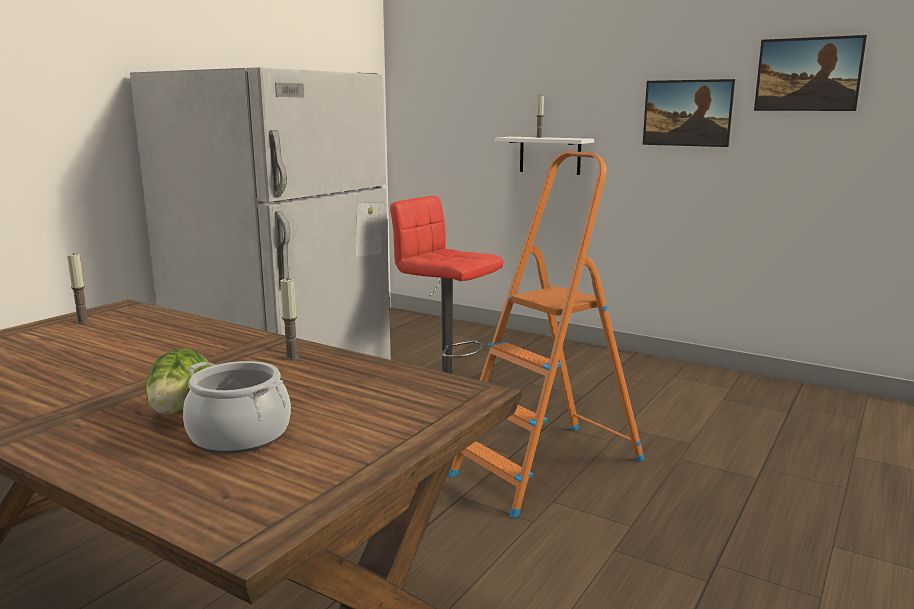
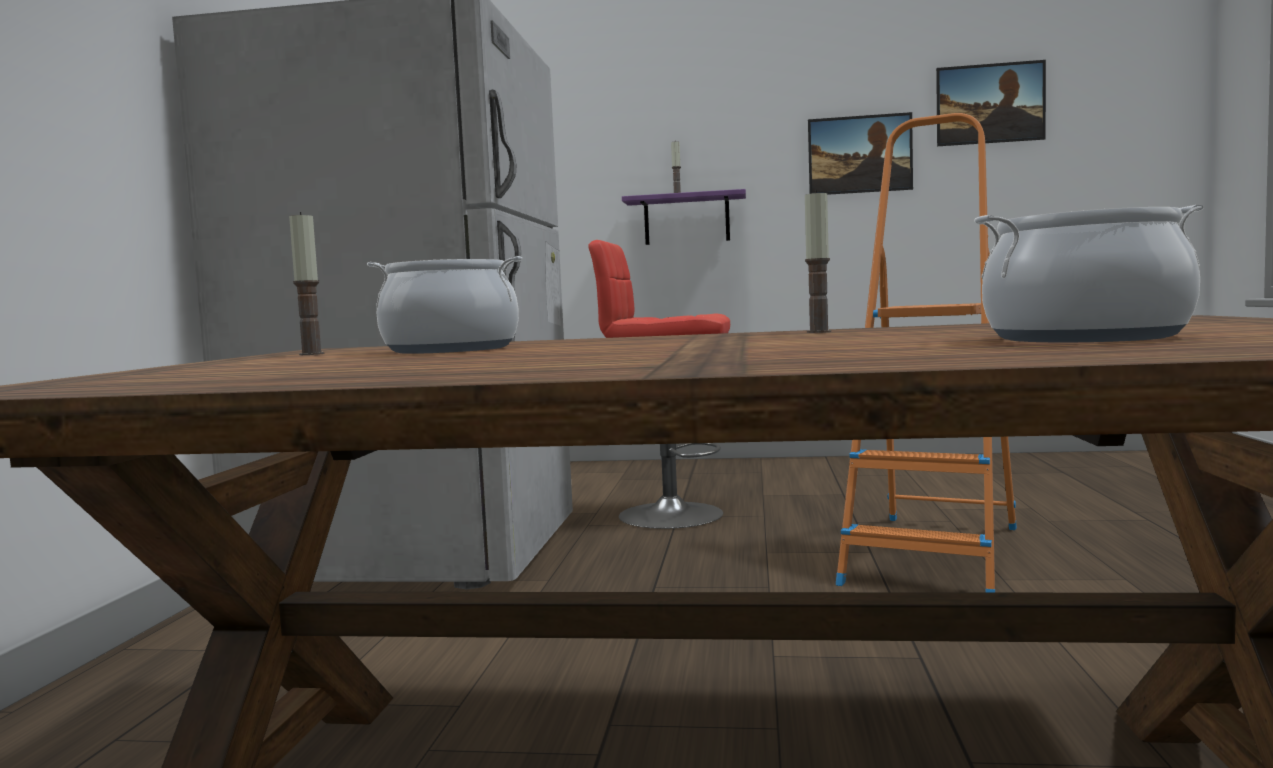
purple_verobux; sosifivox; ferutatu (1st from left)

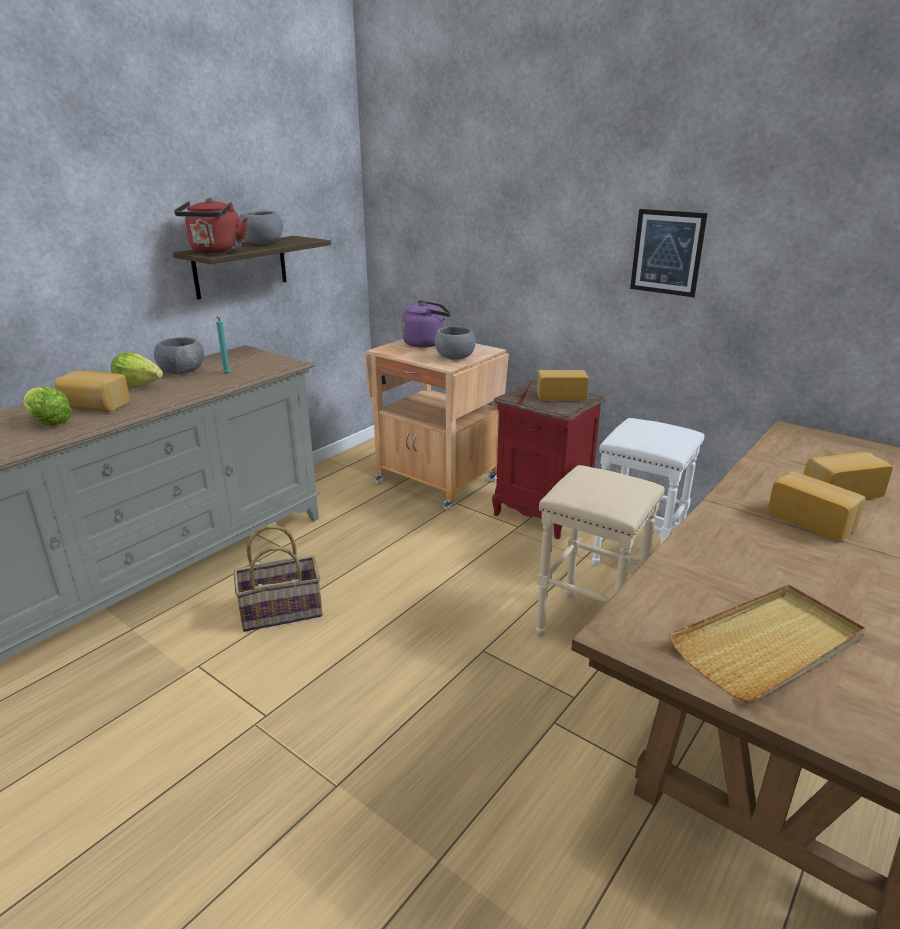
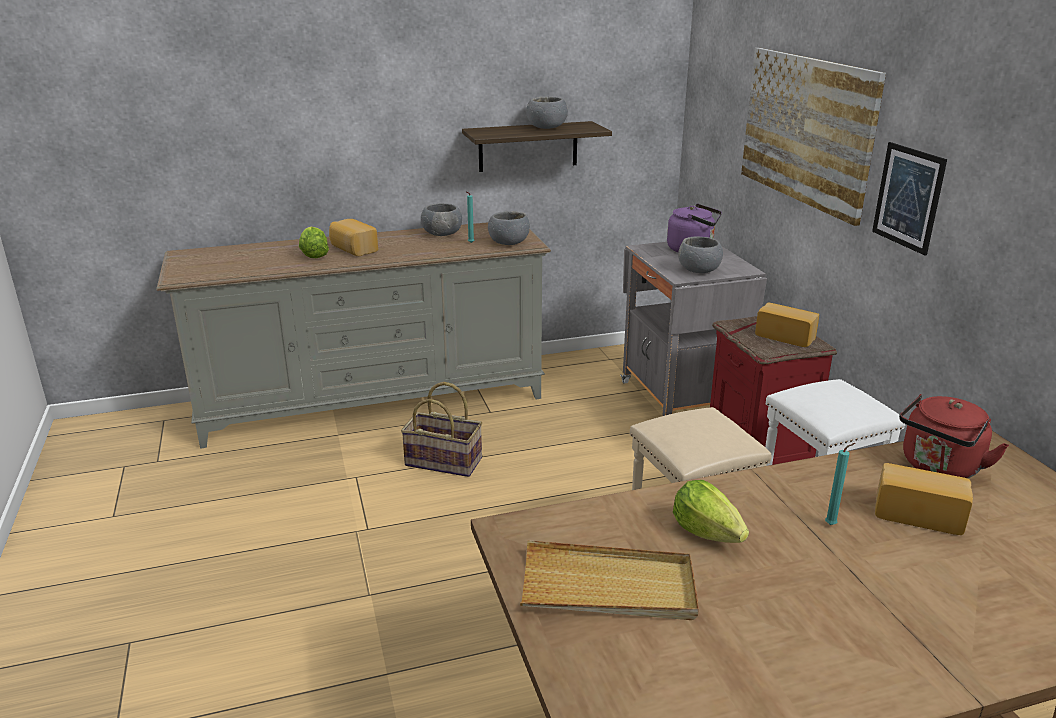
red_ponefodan; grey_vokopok; sosifivox (2nd from left); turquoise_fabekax (2nd from left); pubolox (1st from left); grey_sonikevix (2nd from left)

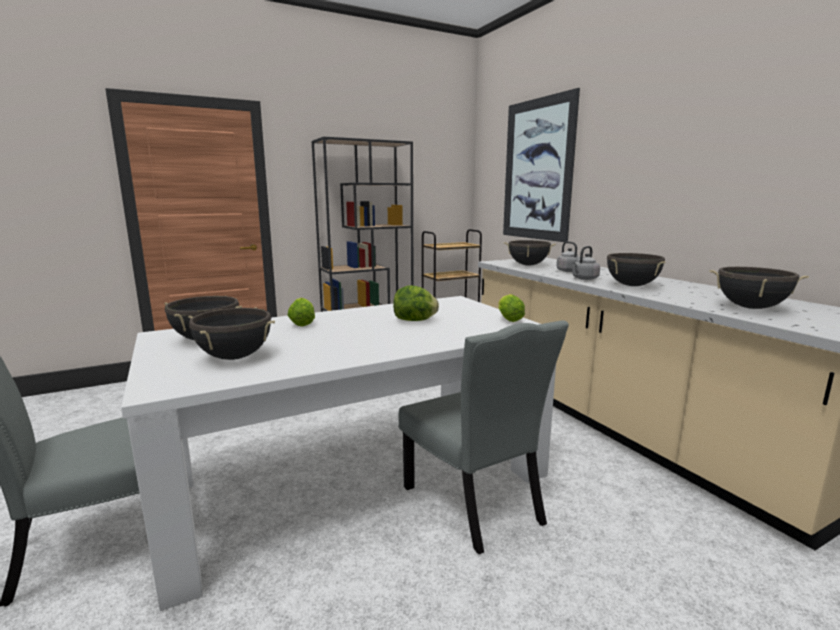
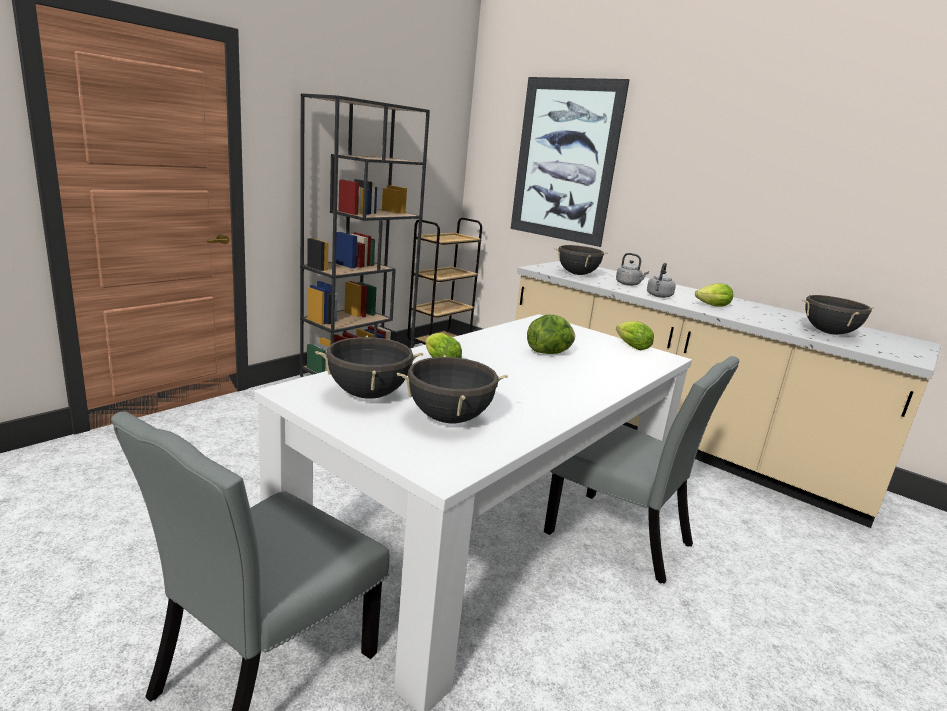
sosifivox (4th from left)

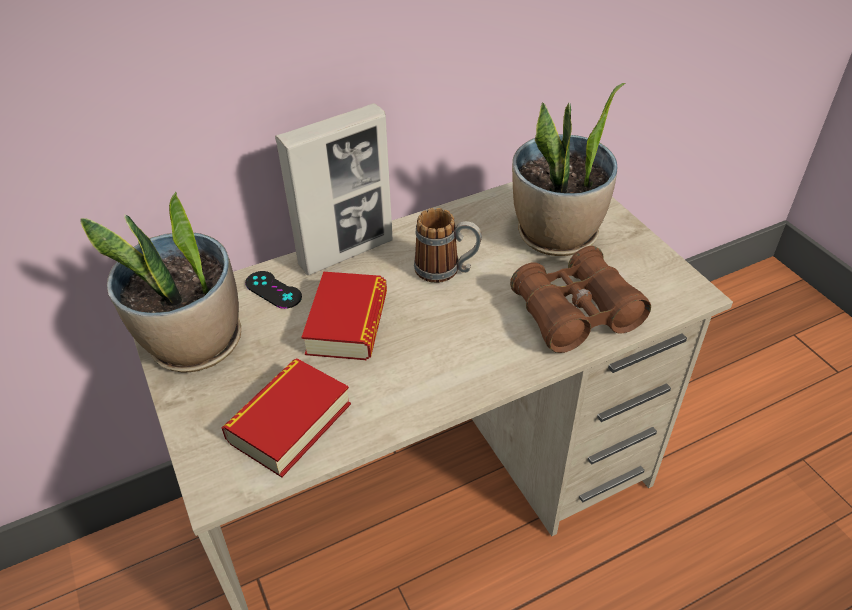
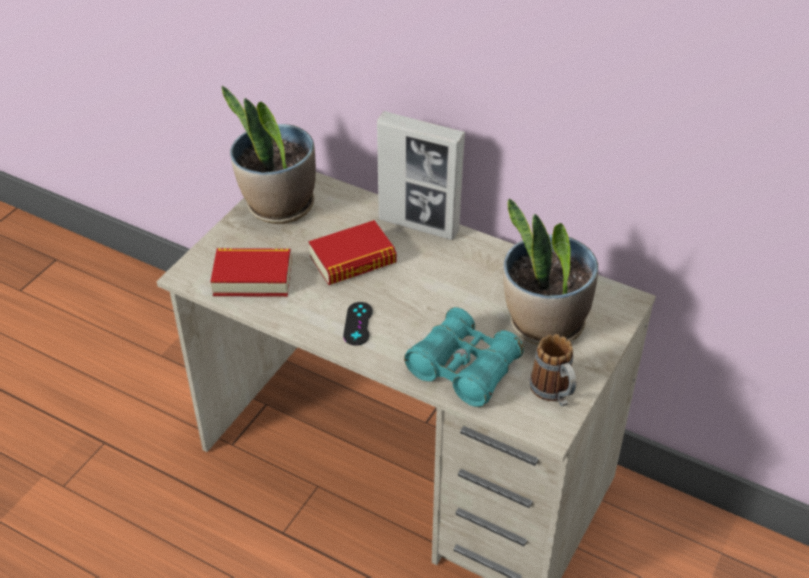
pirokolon; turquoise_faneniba; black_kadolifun

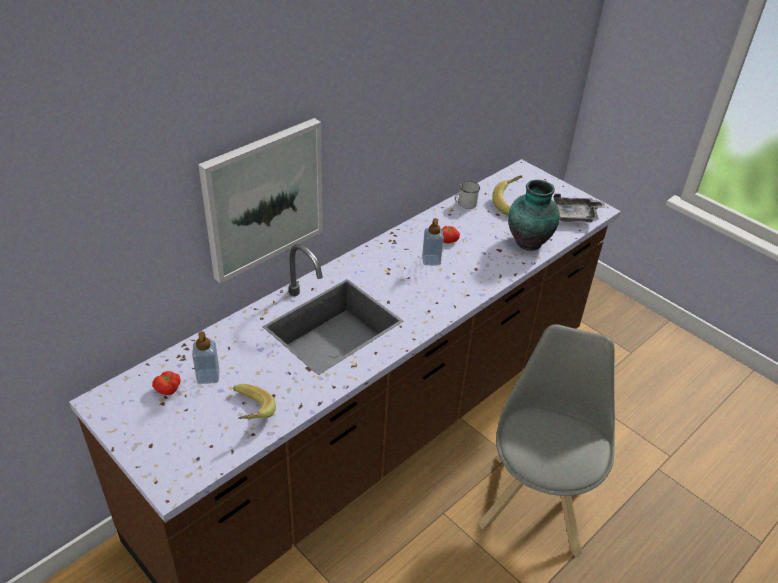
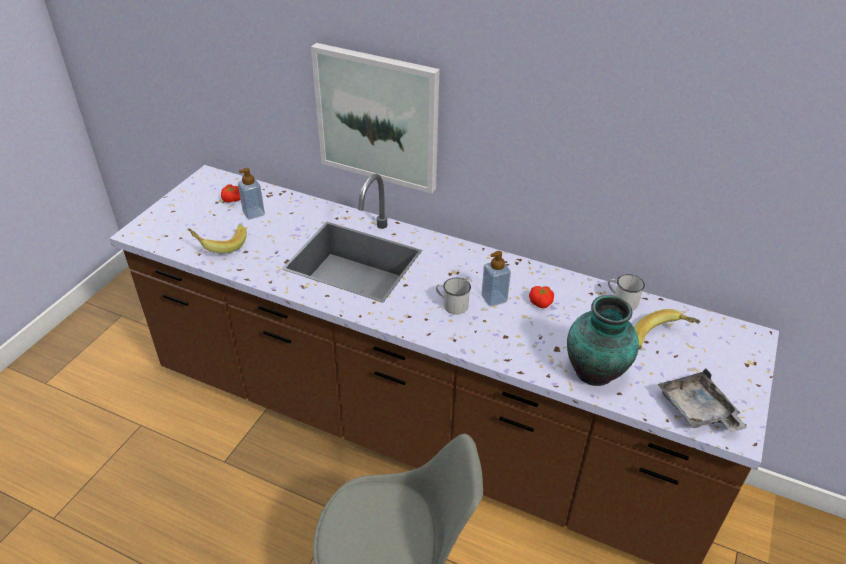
white_pirokolon (1st from left)

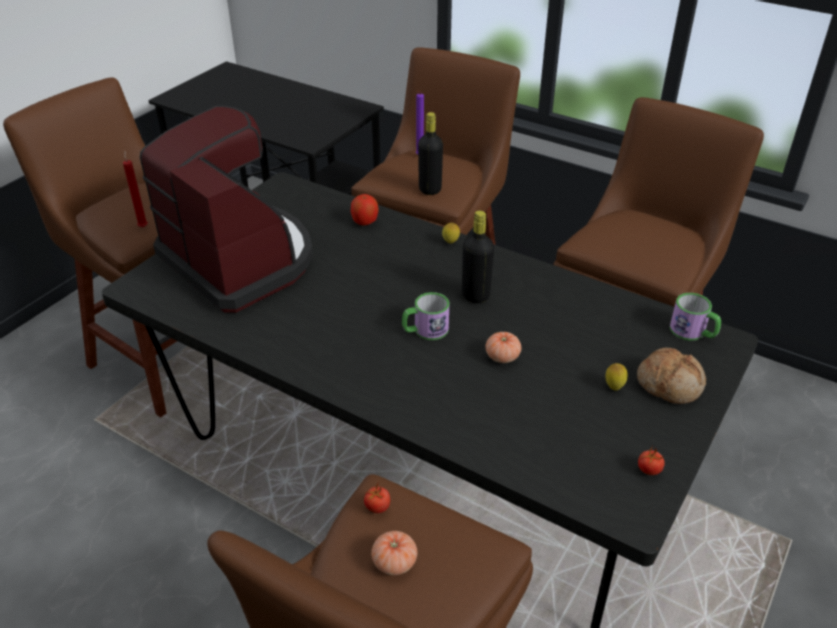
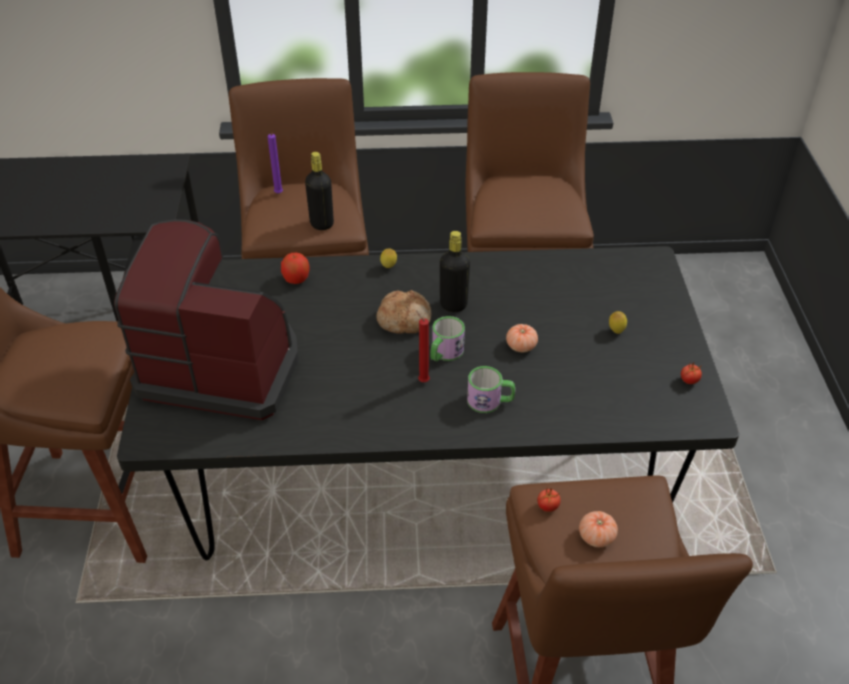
red_fabekax; pirokolon (2nd from left); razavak

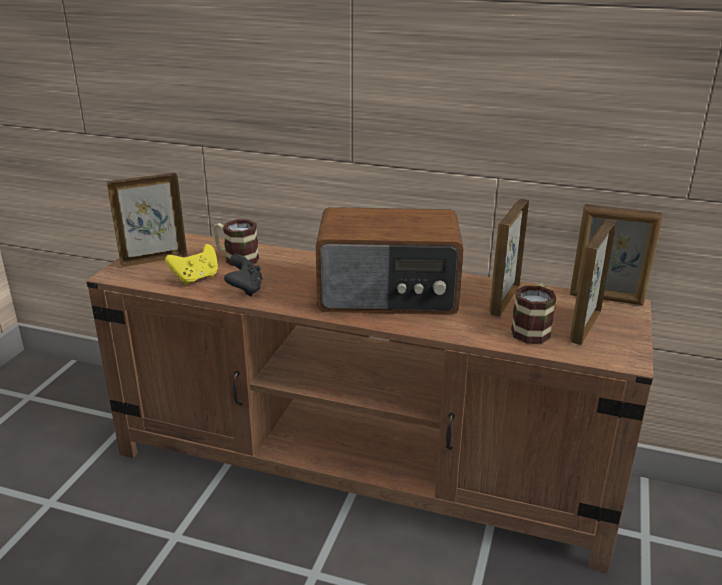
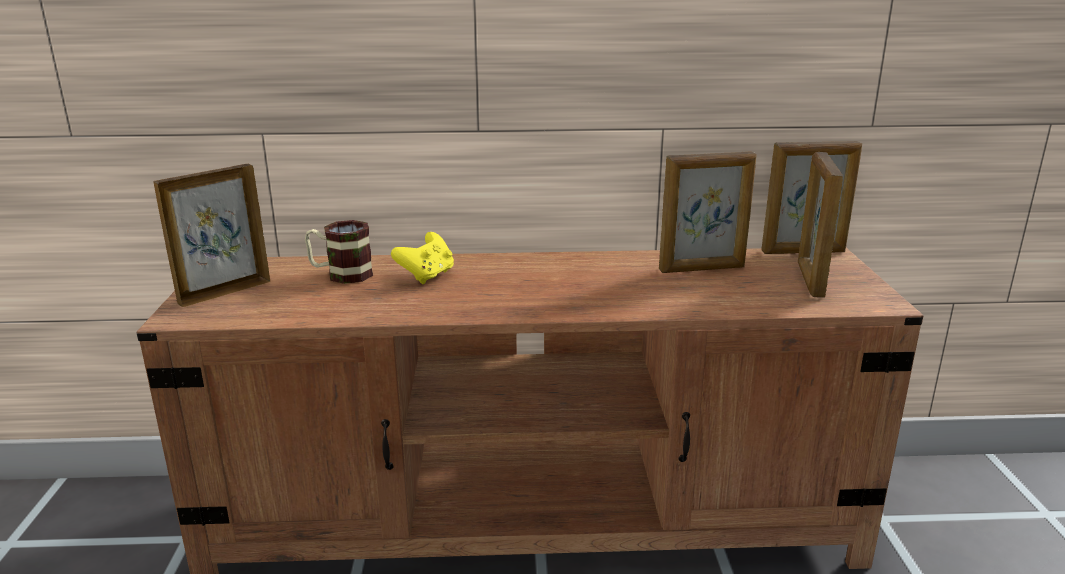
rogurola (2nd from left); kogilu; yellow_kadolifun; black_kadolifun; pirokolon (2nd from left in the first image)

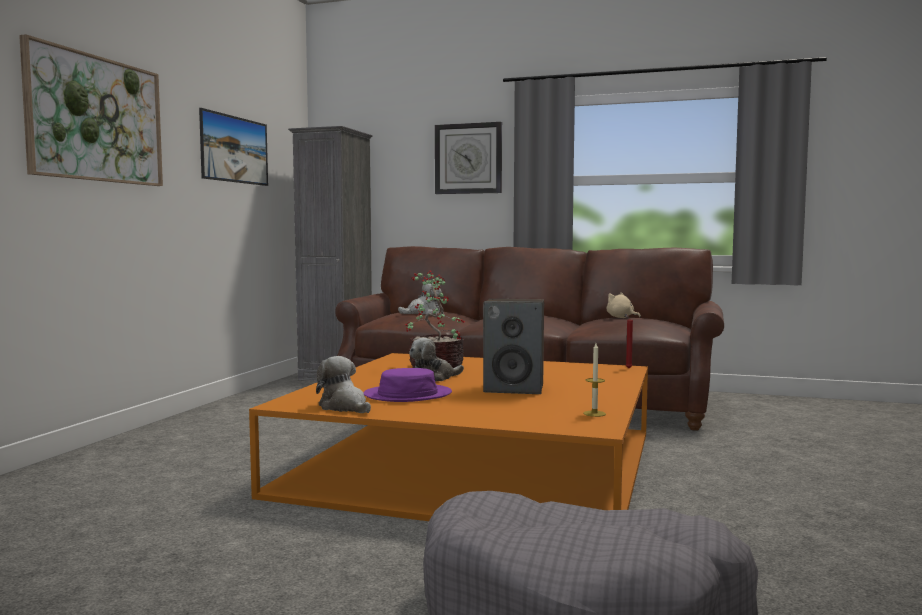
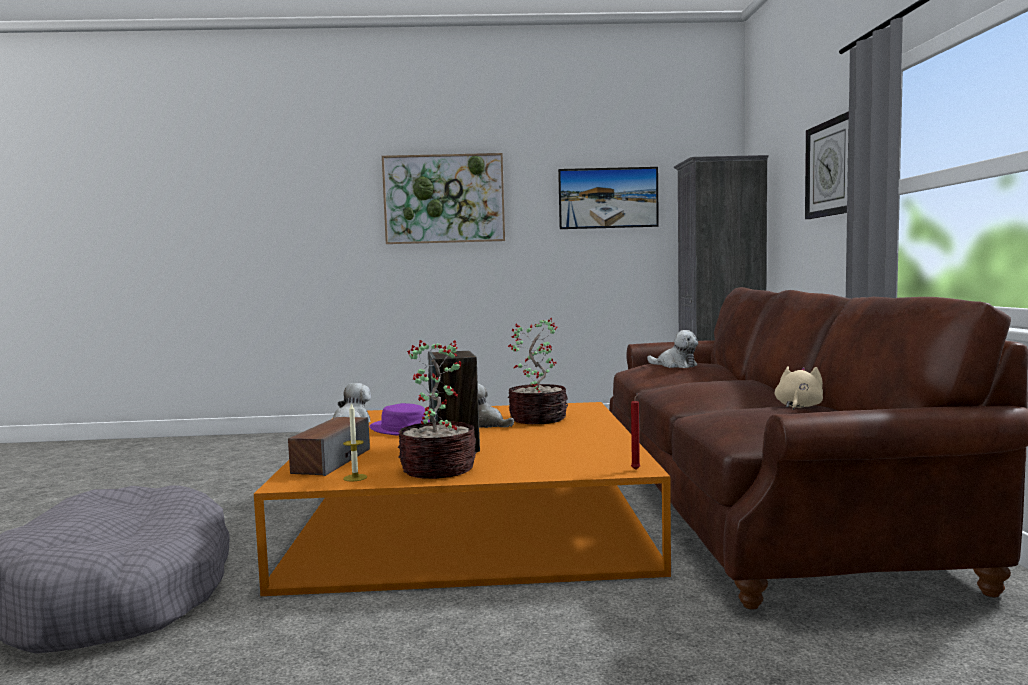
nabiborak (1st from left); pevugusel (1st from left)

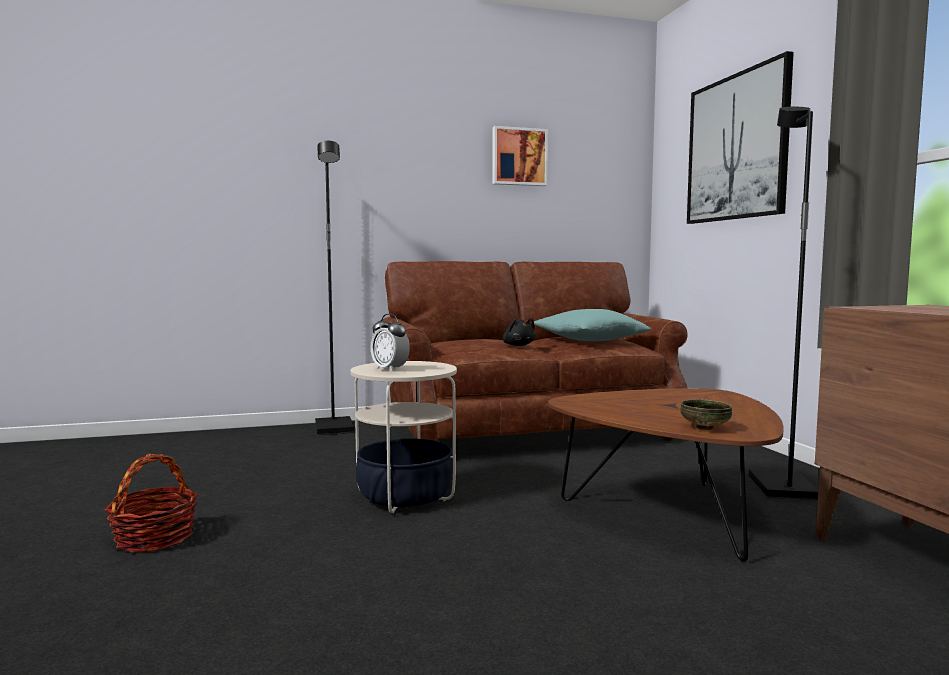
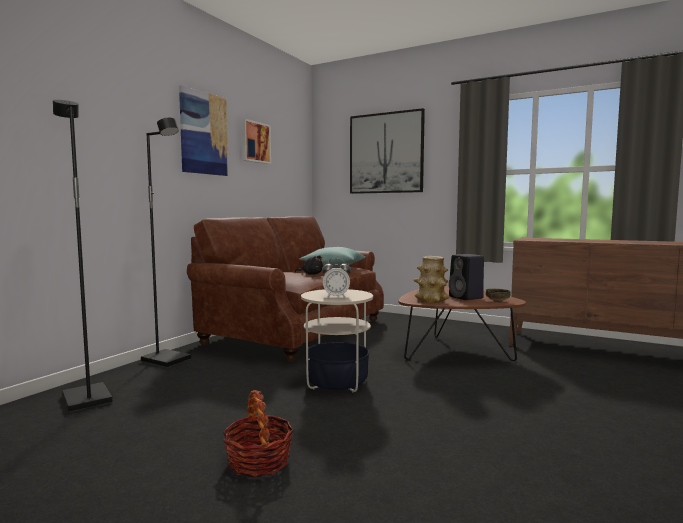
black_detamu (1st from left); pubolox (1st from left); black_pevugusel; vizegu

